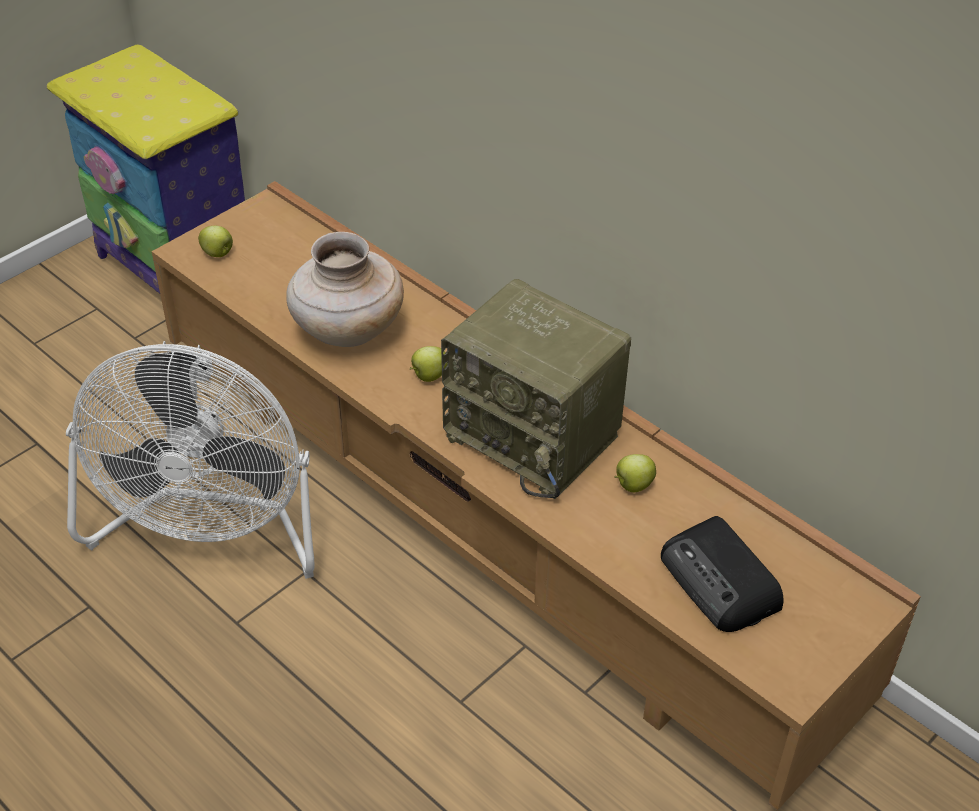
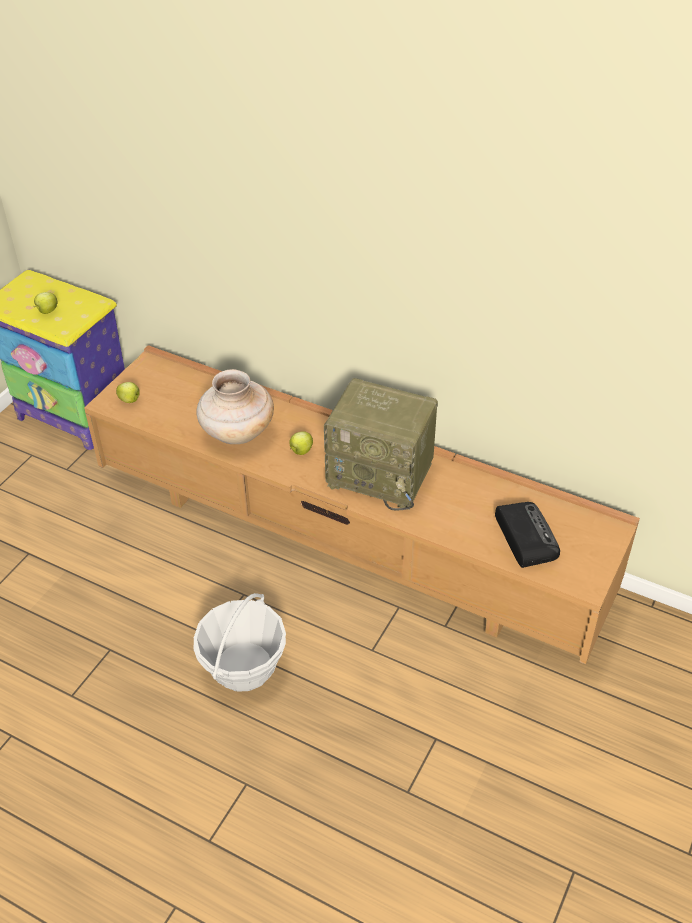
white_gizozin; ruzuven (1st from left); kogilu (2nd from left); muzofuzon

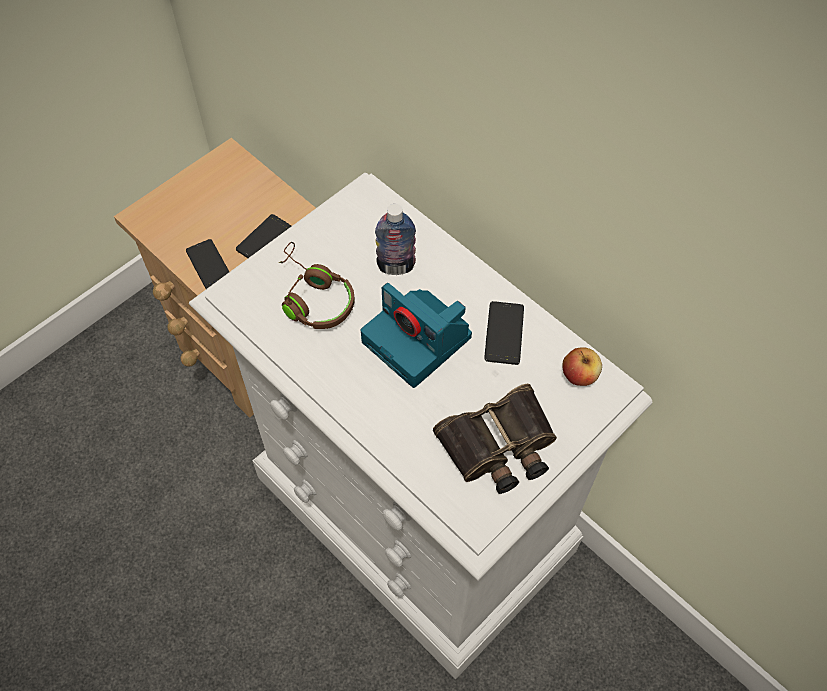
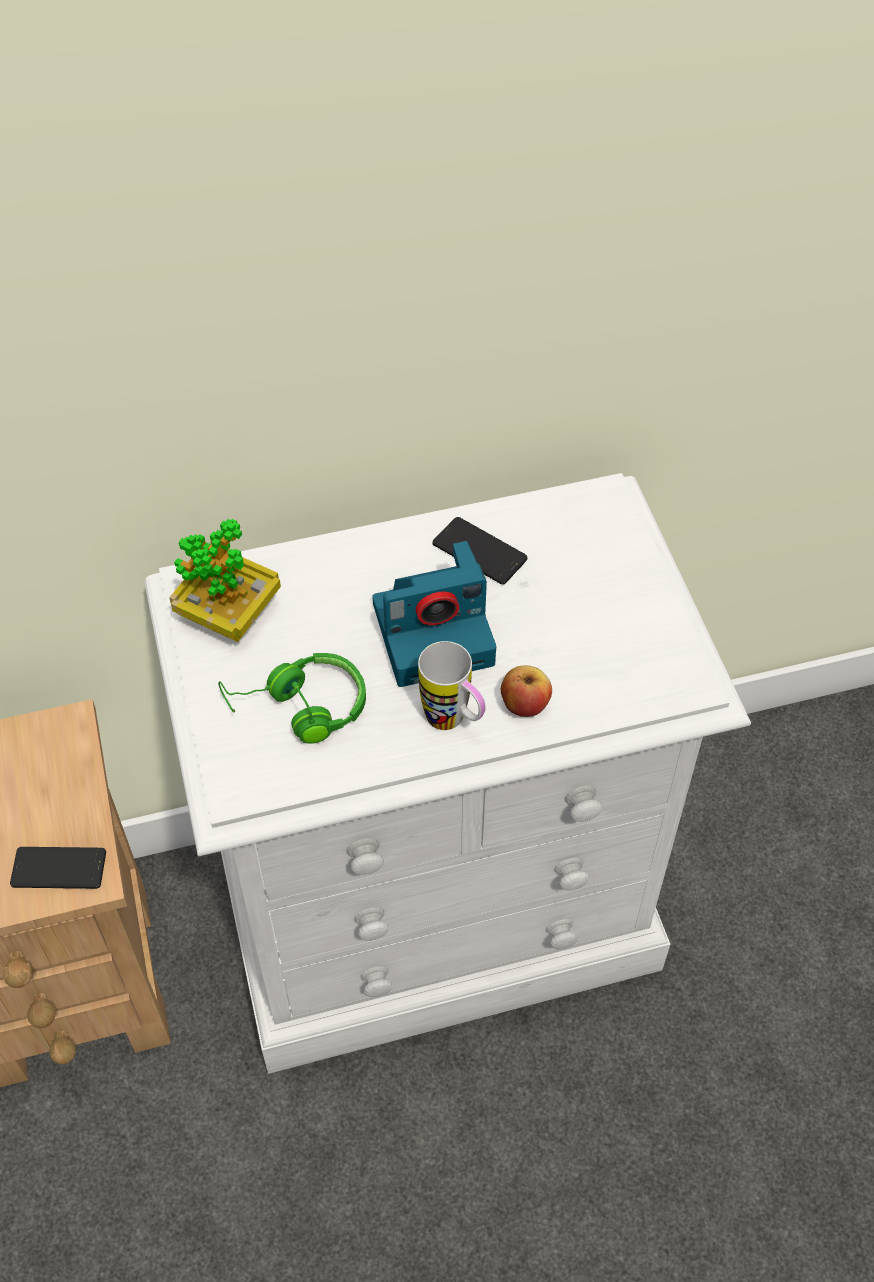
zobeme; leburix (2nd from left in the first image); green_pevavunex; ruzuven; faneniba; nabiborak; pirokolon

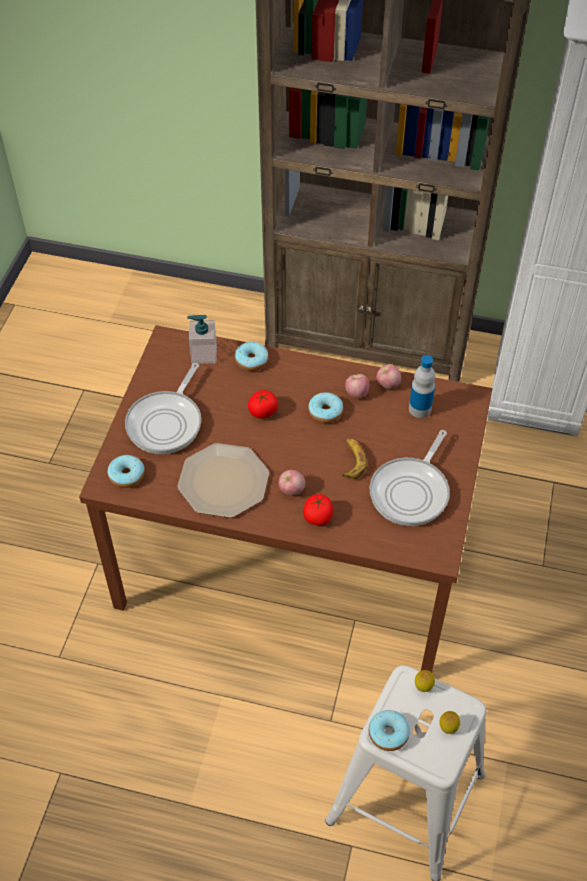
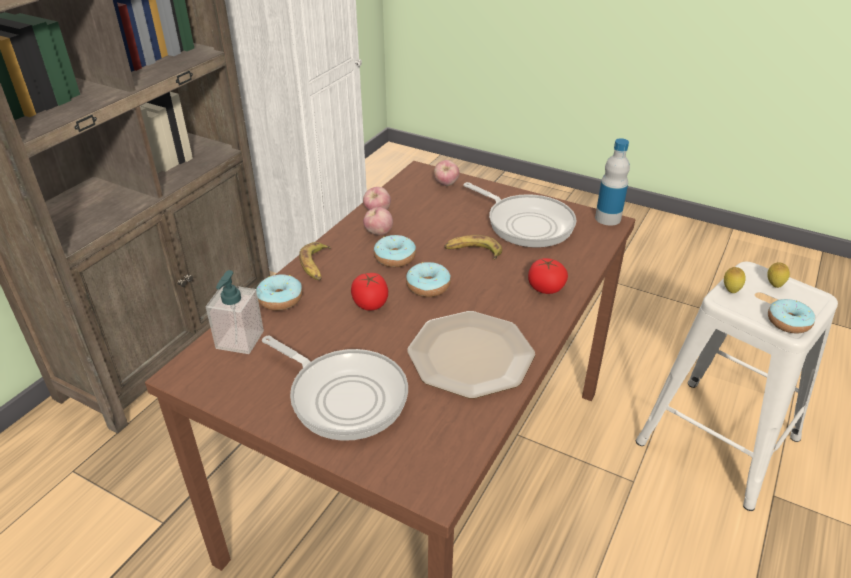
zobeme; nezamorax (3rd from left); ruzuven (3rd from left); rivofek (1st from left)

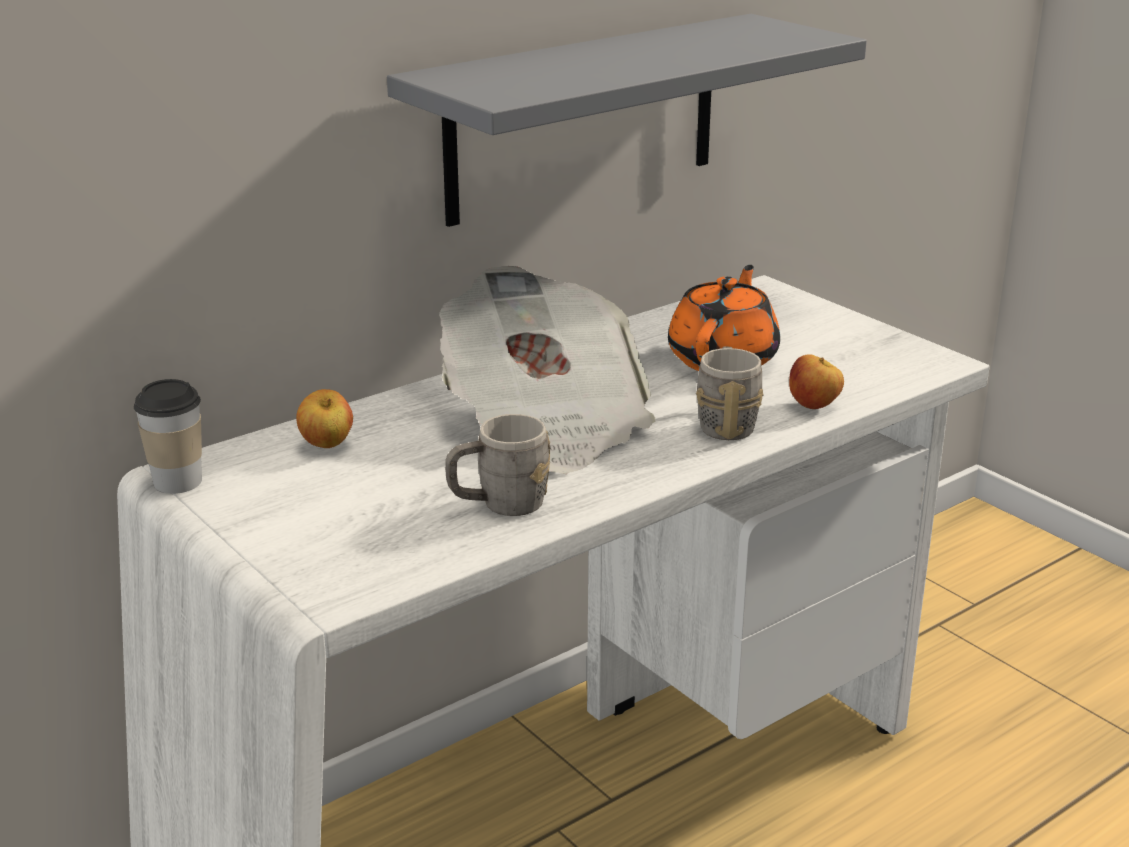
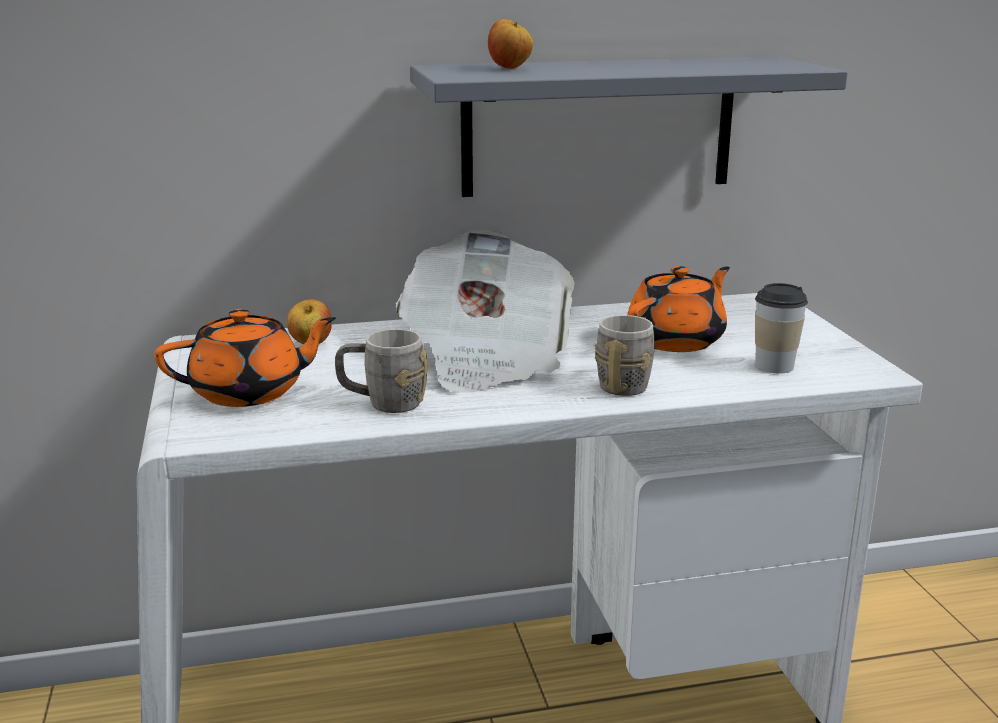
ruzuven (2nd from left); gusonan; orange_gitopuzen (1st from left)

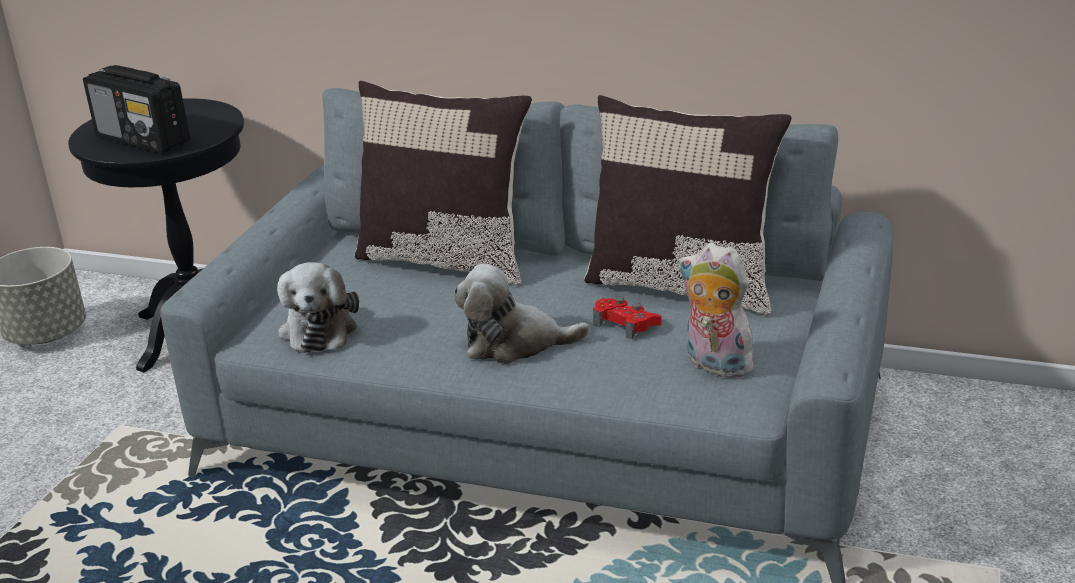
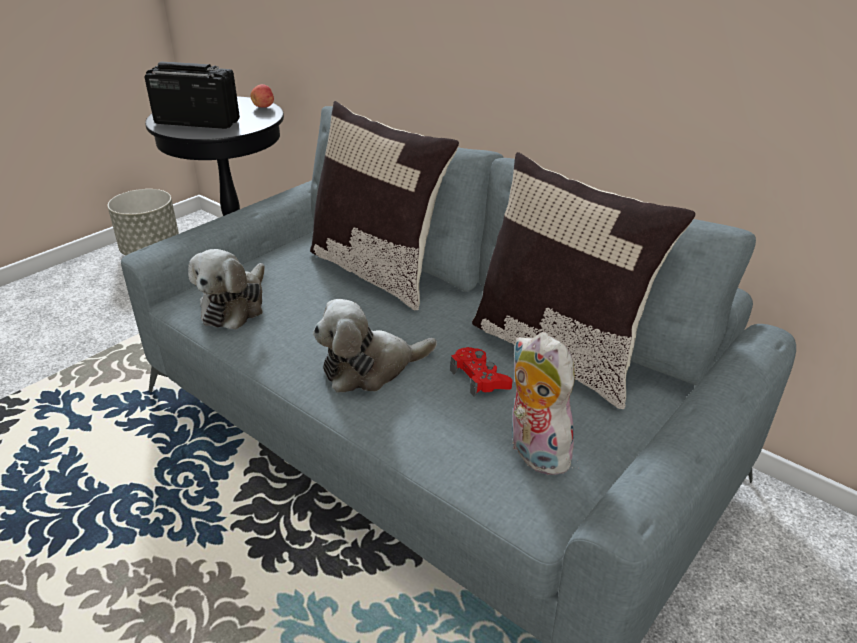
kogilu; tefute (2nd from left); ruzuven

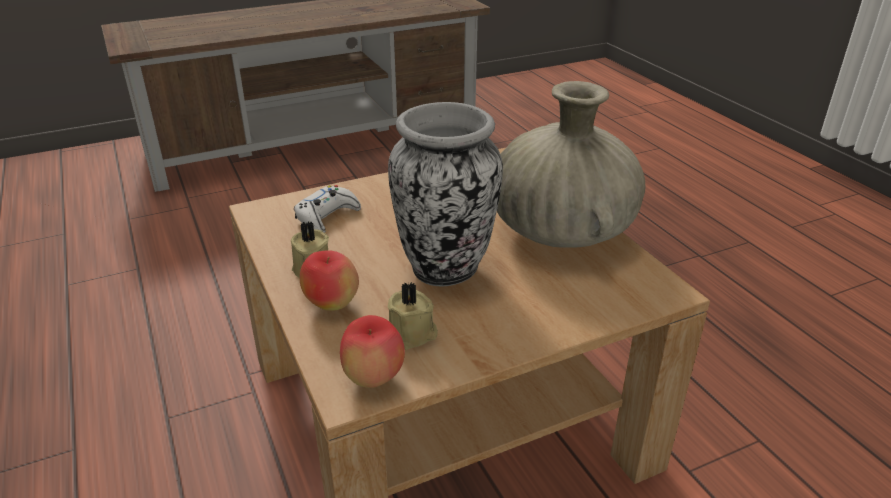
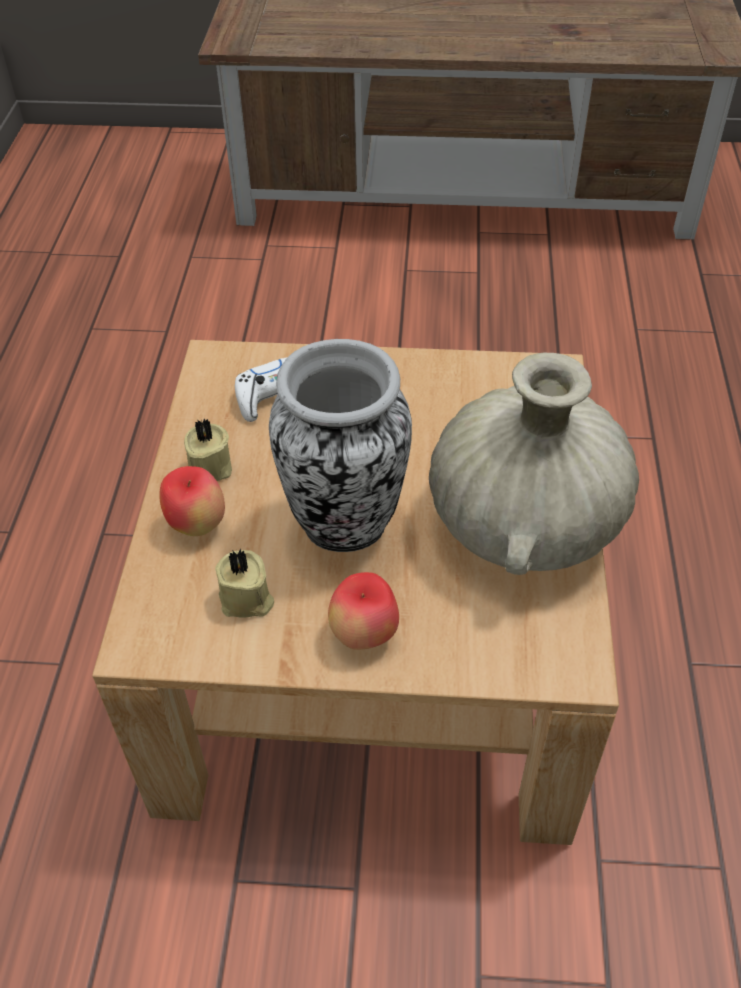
ruzuven (2nd from left)

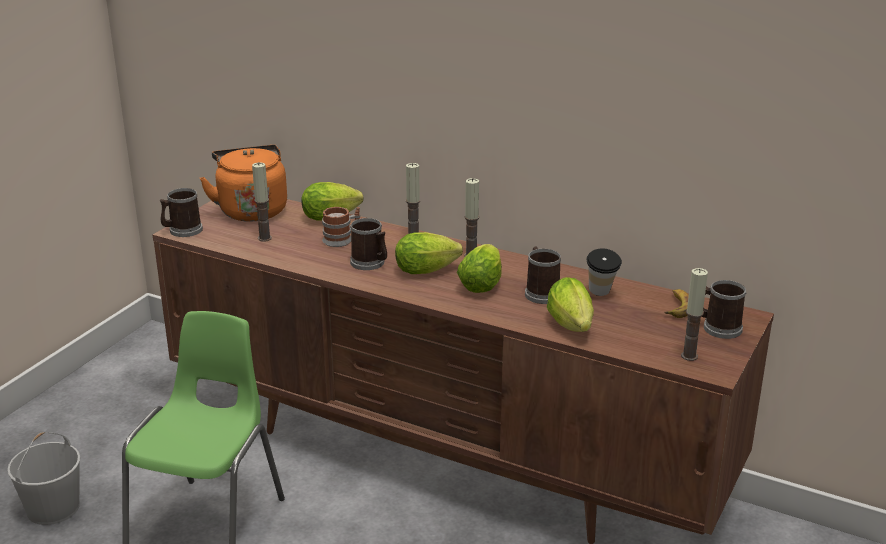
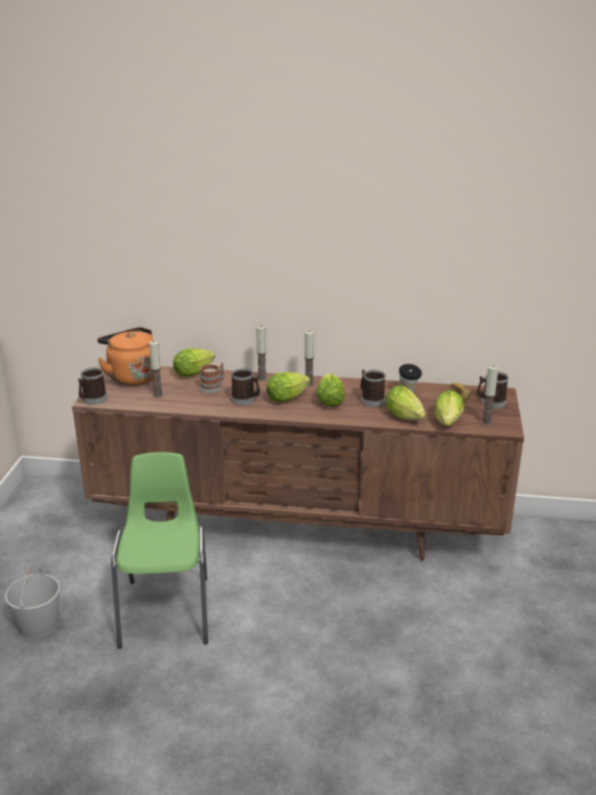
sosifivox (5th from left)

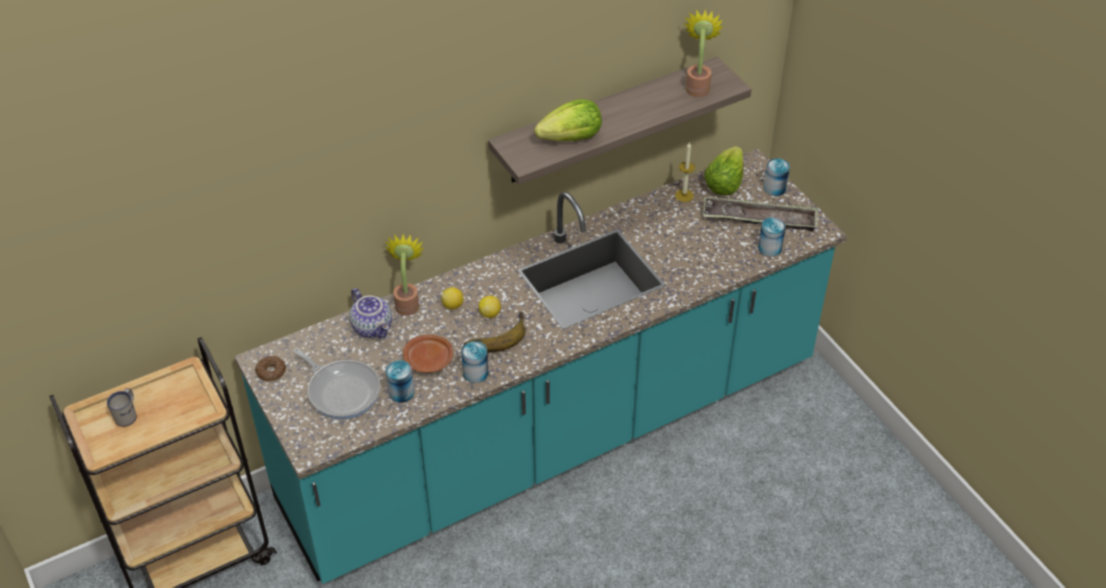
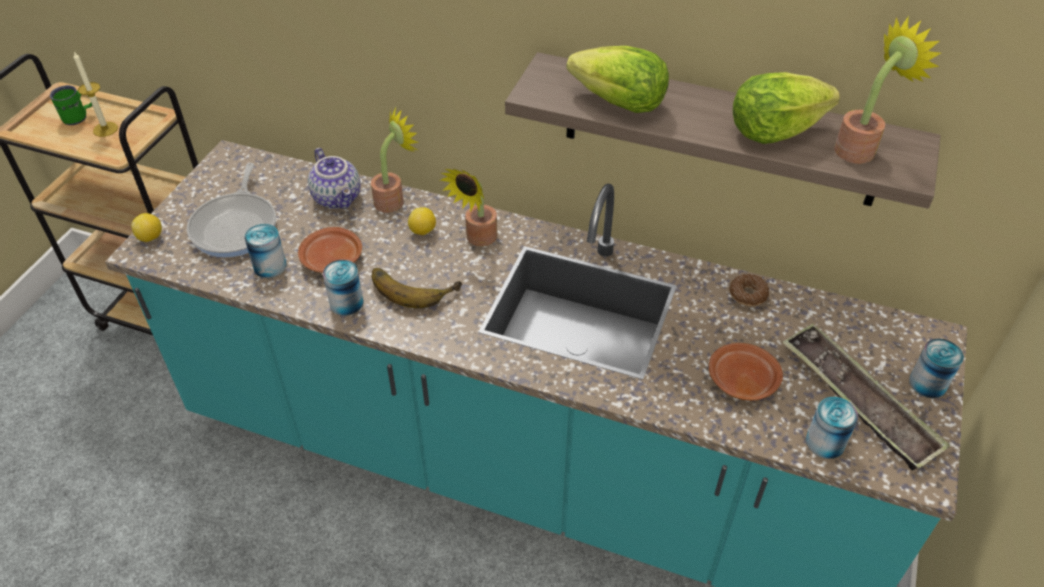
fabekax; sosifivox (2nd from left); gitopuzen; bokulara (1st from left); nezamorax; green_pirokolon; nabiborak (2nd from left); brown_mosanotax (2nd from left)

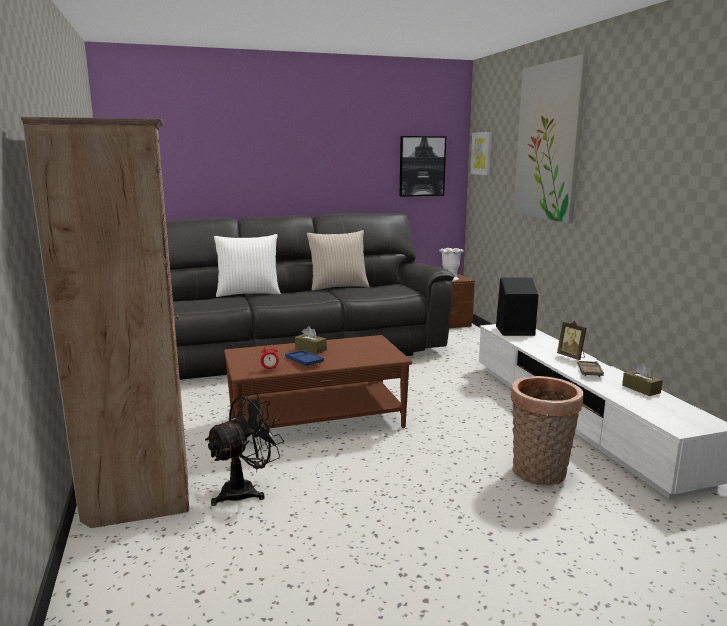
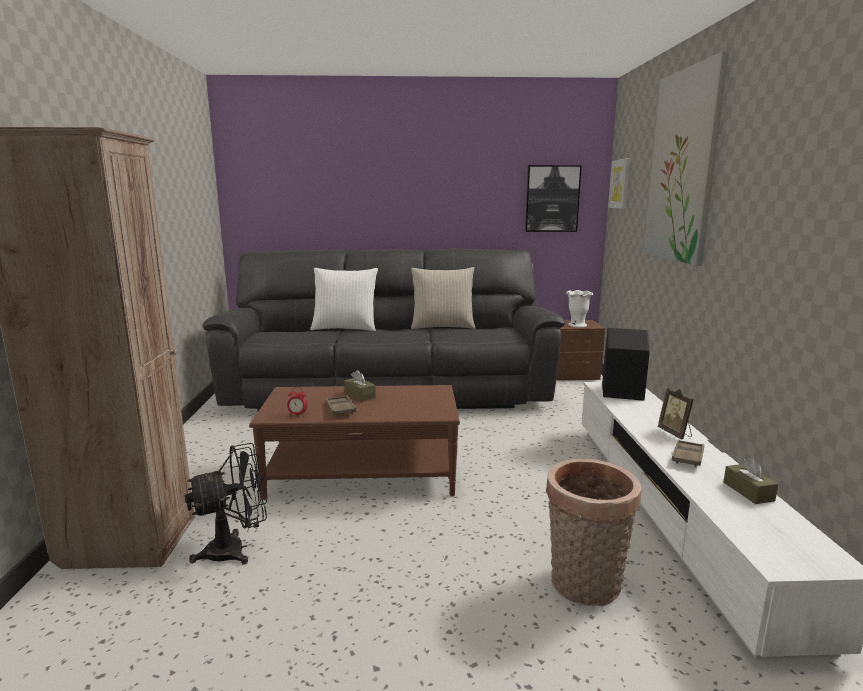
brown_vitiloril (1st from left)

